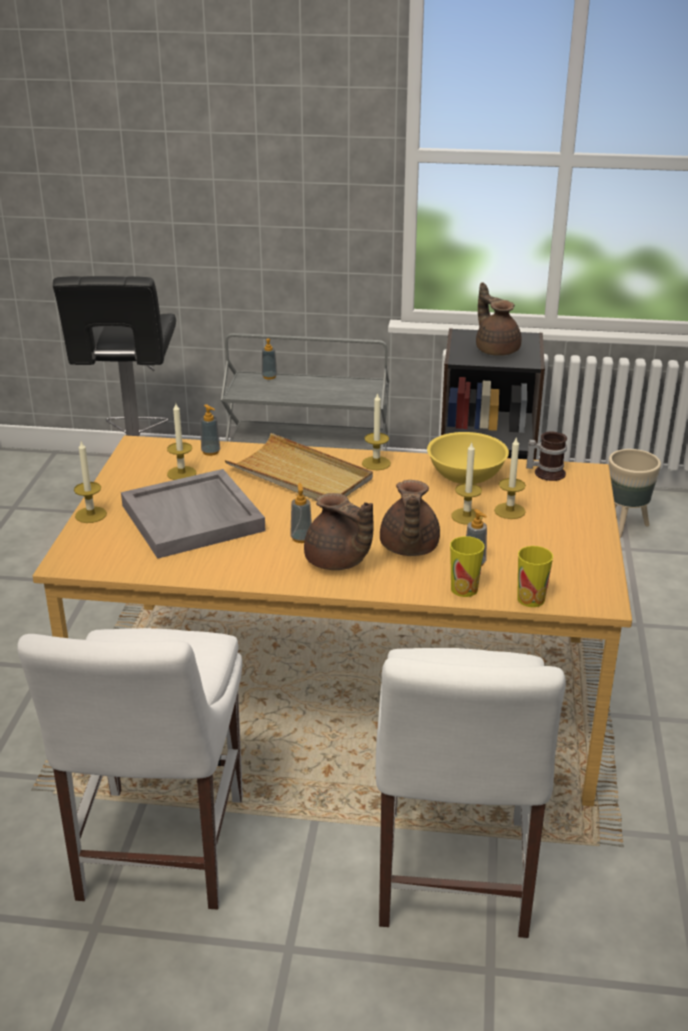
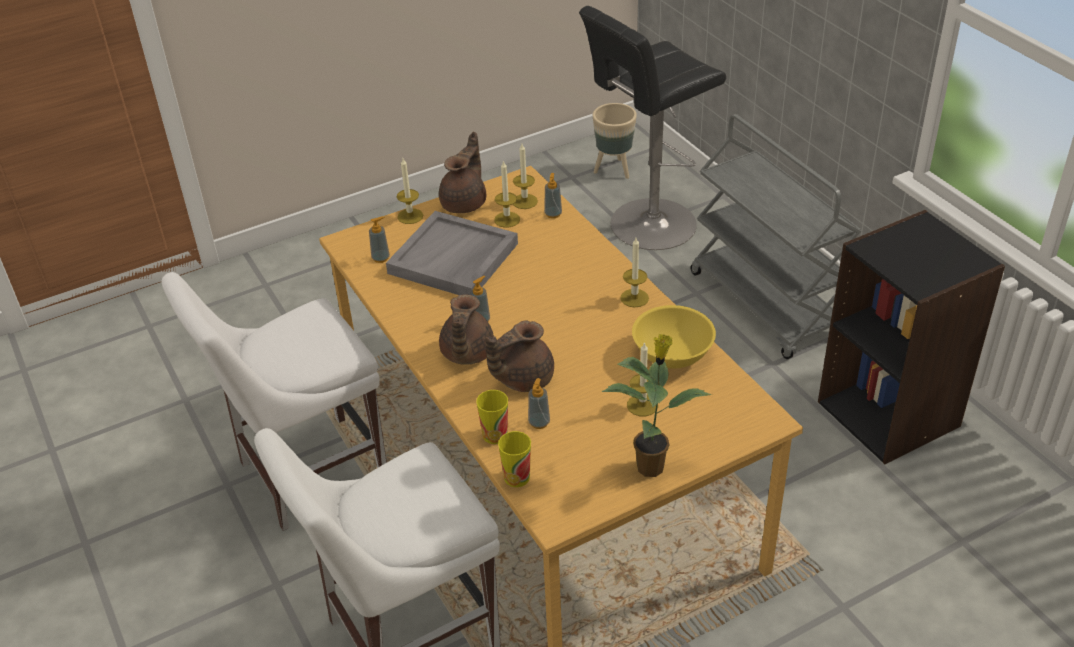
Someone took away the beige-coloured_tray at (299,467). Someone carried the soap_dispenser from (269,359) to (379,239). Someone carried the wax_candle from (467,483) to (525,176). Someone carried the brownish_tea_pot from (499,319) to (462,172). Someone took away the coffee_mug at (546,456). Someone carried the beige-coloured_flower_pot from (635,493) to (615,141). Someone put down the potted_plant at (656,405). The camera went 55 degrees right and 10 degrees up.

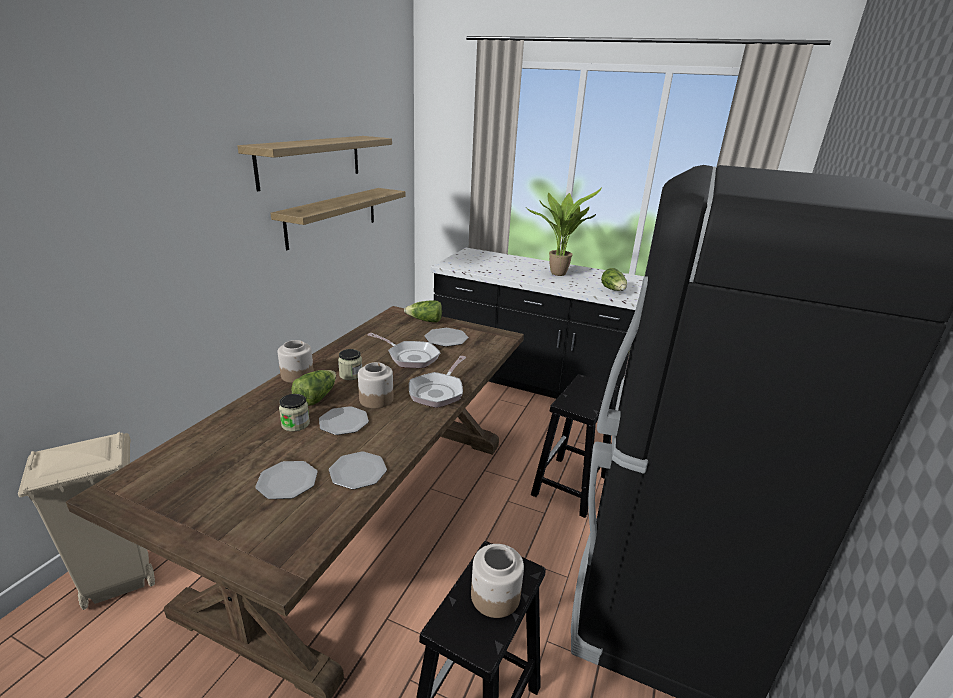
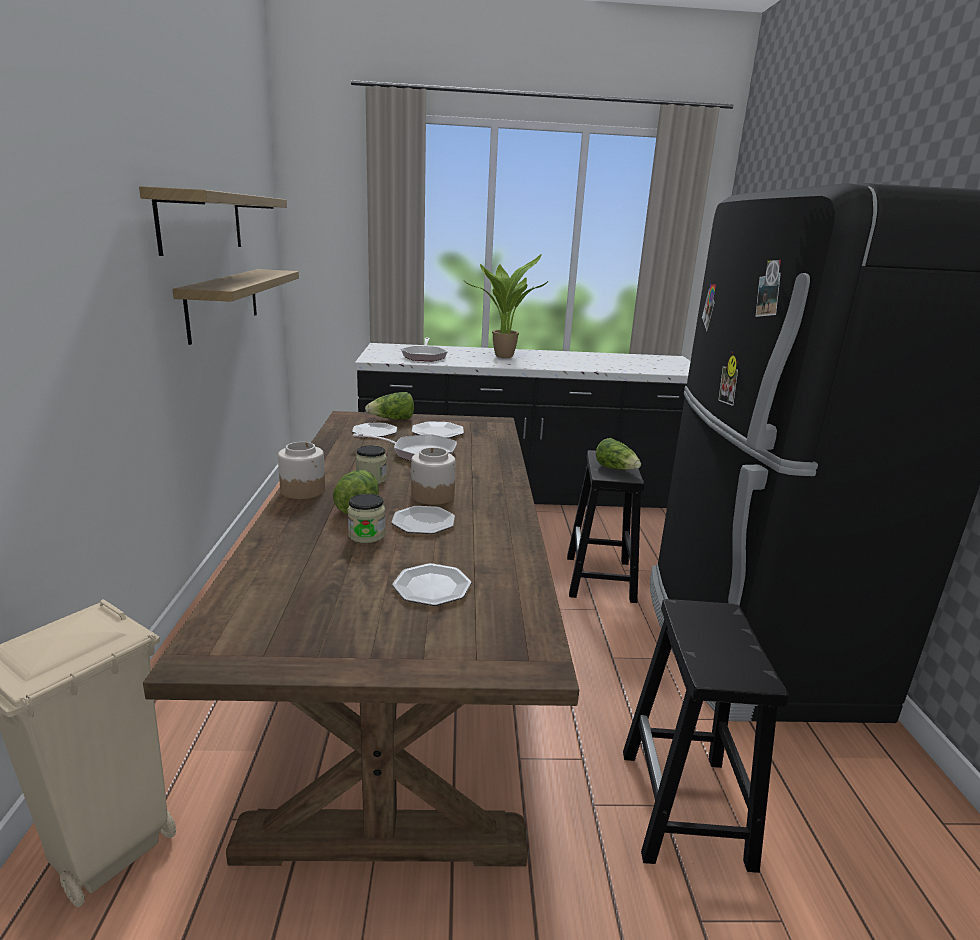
Someone carried the dinner_plate from (358,470) to (374,430). Someone carried the pan from (437,382) to (424,349). Someone took away the preserve_jar at (497,581). Someone carried the head_of_lettuce from (614,279) to (618,454). The camera went 25 degrees left and 5 degrees down.

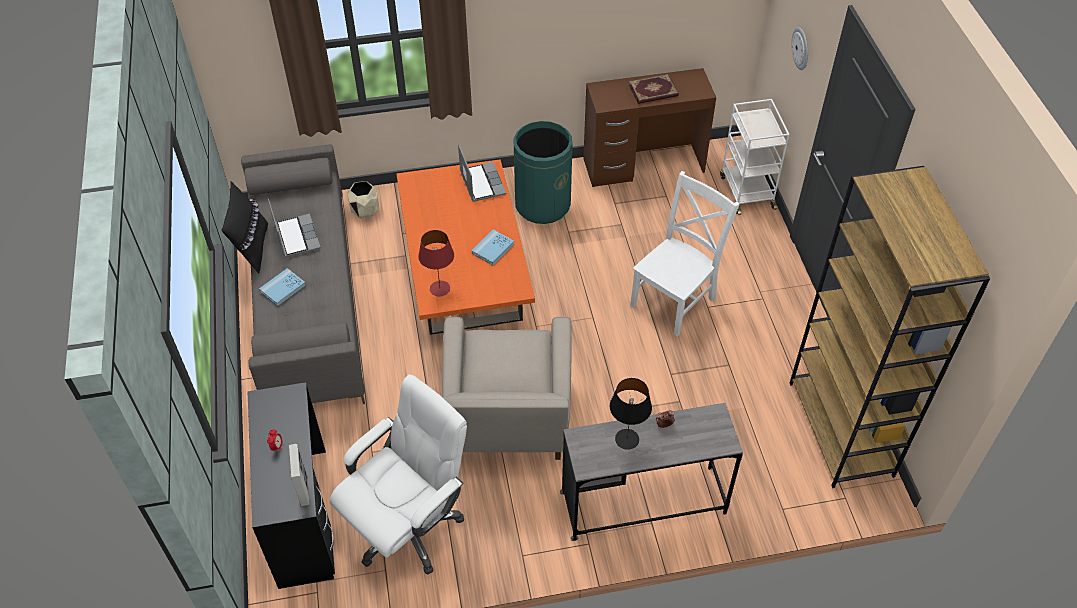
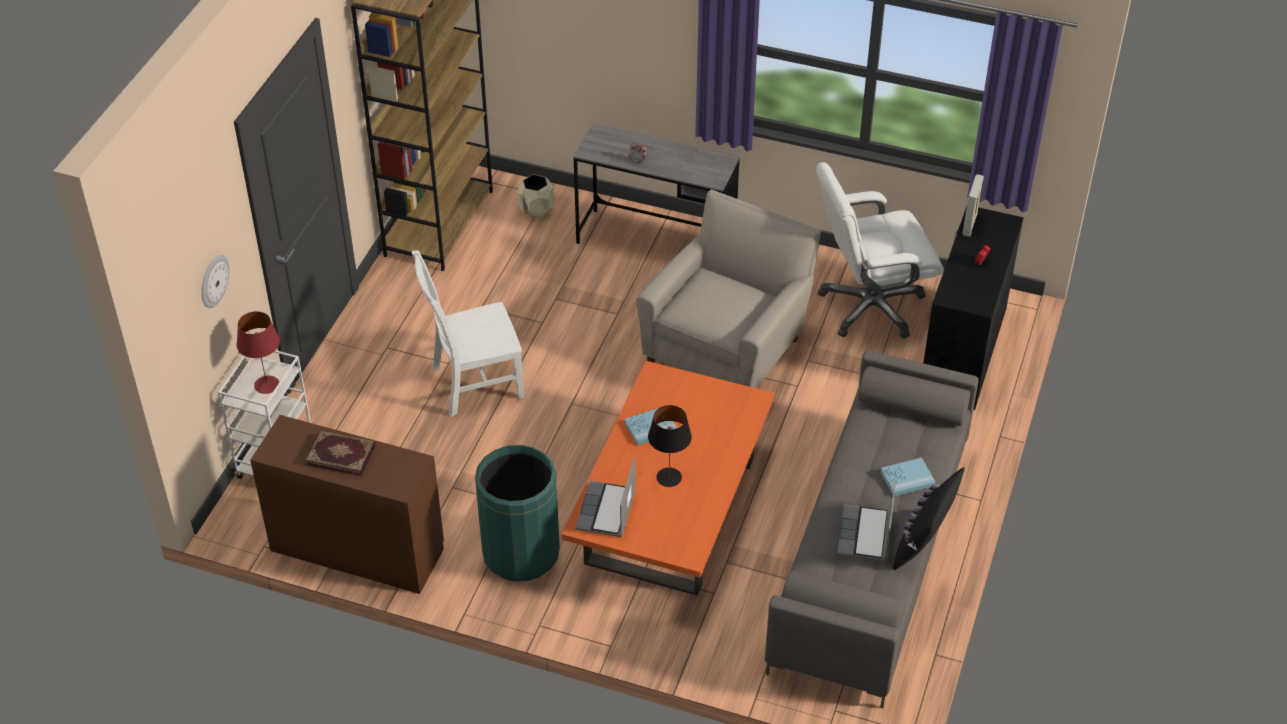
Someone carried the beige-coloured_flower_pot from (363,199) to (536,196). Someone carried the reddish_table_lamp from (436,263) to (258,352). Someone carried the blackish_table_lamp from (631,414) to (670,446). The camera went 150 degrees left and 5 degrees down.

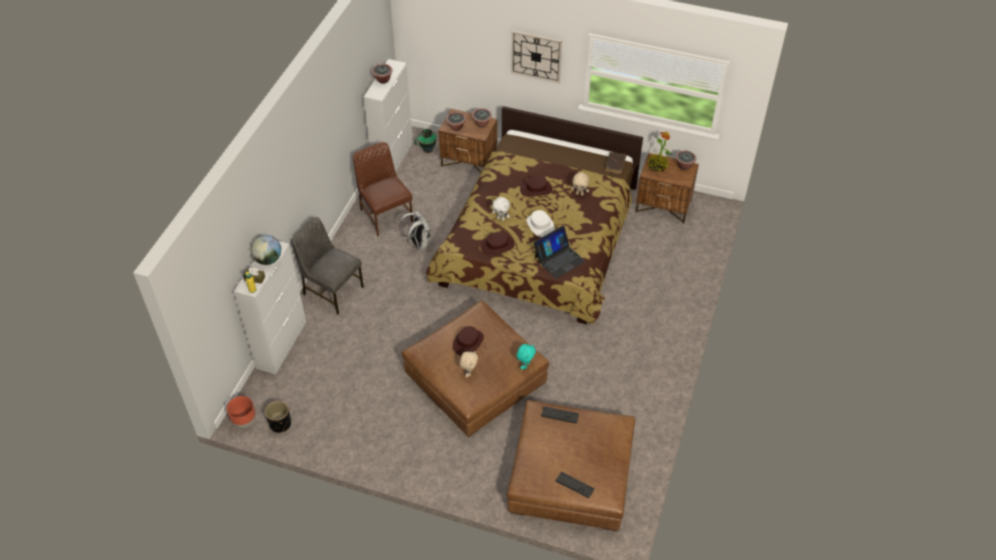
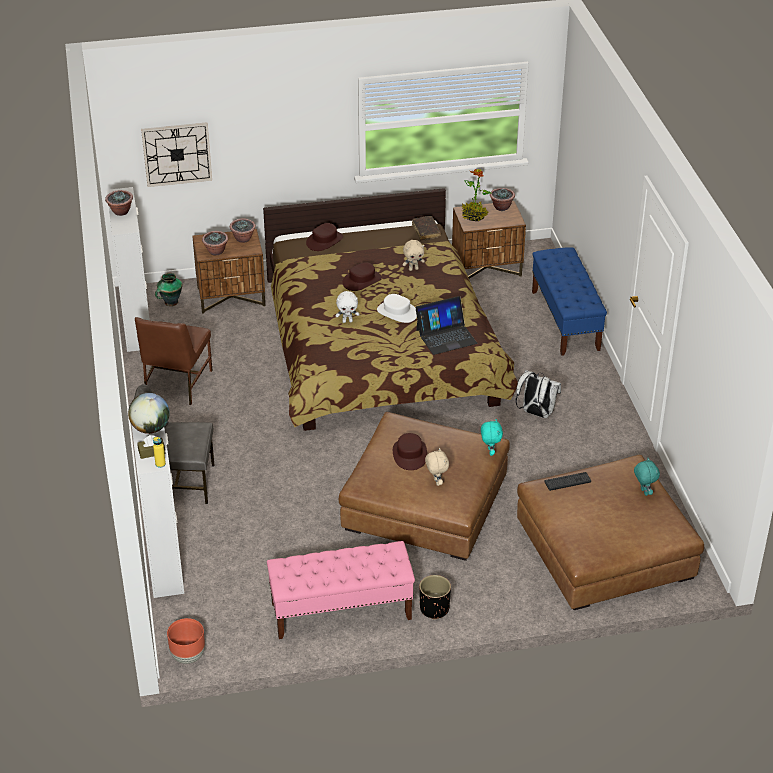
Someone carried the blackish_flower_pot from (278,417) to (435,597). Someone rotated the brownish_upright_chair at (383,189) by 105 degrees counterclockwise. Someone carried the white-coloured_rucksack from (415,230) to (538,394). Someone carried the brownish_wearable_hat from (497,243) to (324,237). Someone carried the clock_on_the_wall from (536,56) to (176,154). Someone rotated the notebook_computer at (559,252) by 45 degrees clockwise. Someone took away the PC_keyboard at (575,485). Someone put down the pink_bench at (341,590). Someone put down the blue_bench at (569,301). Someone put down the blue-green_cuddly_toy at (647,477). The camera went 30 degrees left and 10 degrees down.

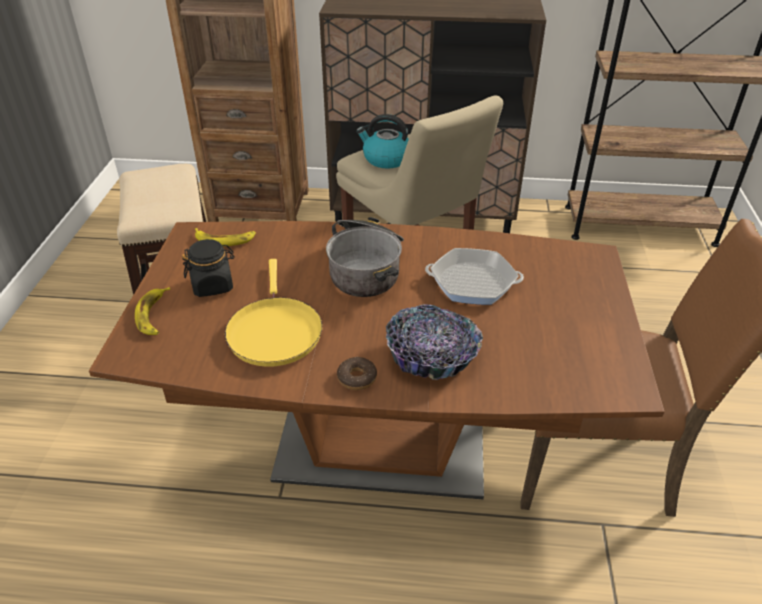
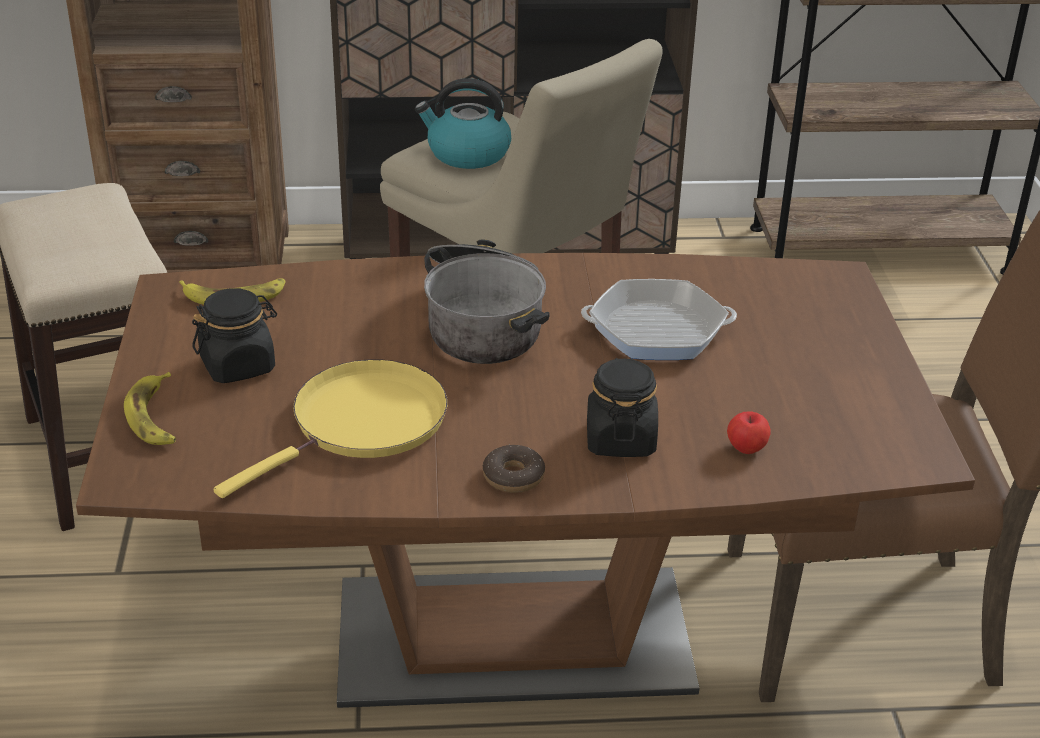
Someone rotated the yellow-coloured_pan at (273,313) by 120 degrees counterclockwise. Someone swapped the deep_dish at (434,342) for the blackish_preserve_jar at (622,407). Someone put down the apple_fruit at (749,433). The camera went 10 degrees left and 5 degrees down.

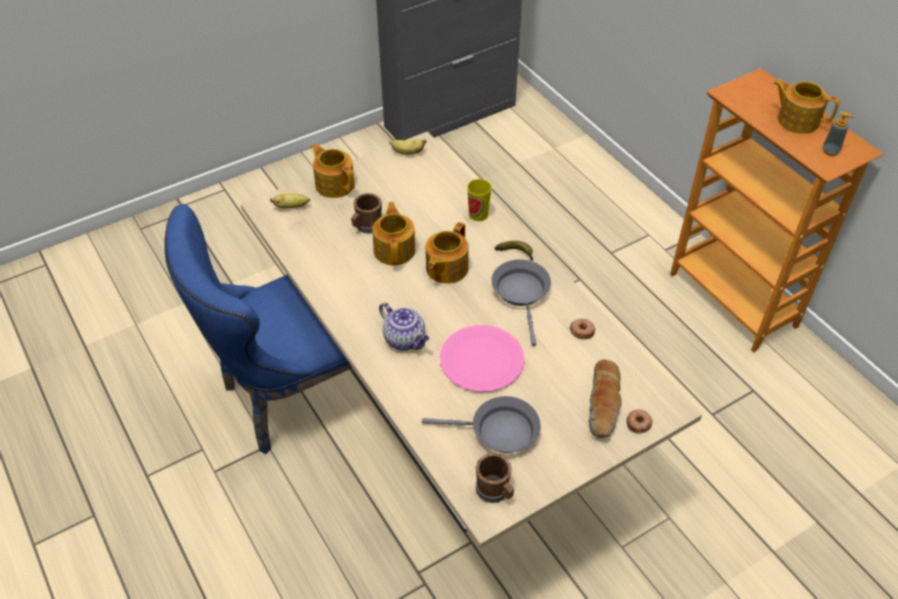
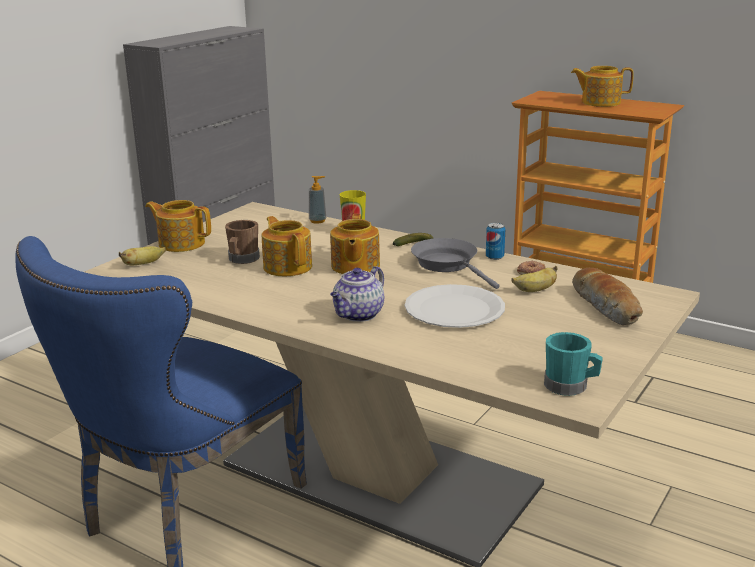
Someone rotated the tea_pot at (404,326) by 105 degrees clockwise. Someone carried the banana from (407,146) to (534,279). Someone took away the grey_pan at (481,424). Someone repainted the pink_dinner_plate at (482,358), which became the white-coloured_dinner_plate at (455,306). Someone repainted the brownish_coffee_mug at (495,478), which became the blue-green_coffee_mug at (573,364). Someone took away the ring_doughnut at (639,421). Someone carried the soap_dispenser from (838,134) to (317,200). Someone put down the can at (495,241). The camera went 25 degrees left and 25 degrees down.

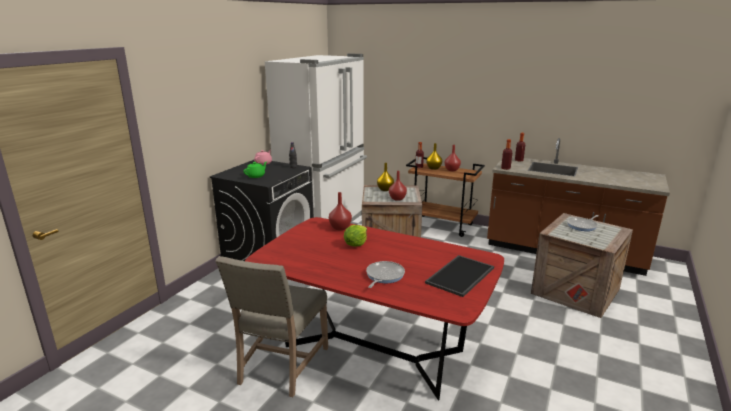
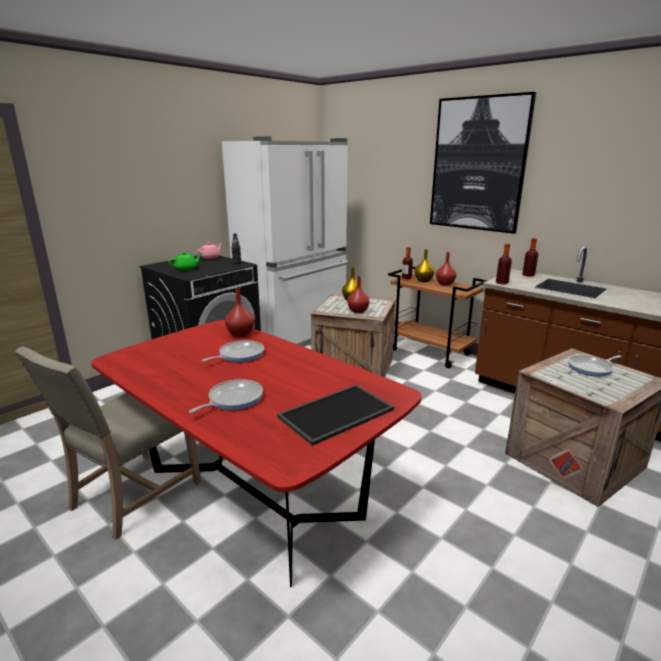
Someone swapped the head_of_lettuce at (355,236) for the pan at (233,351). Someone put up the picture at (483,163). The camera went 15 degrees right and 0 degrees up.

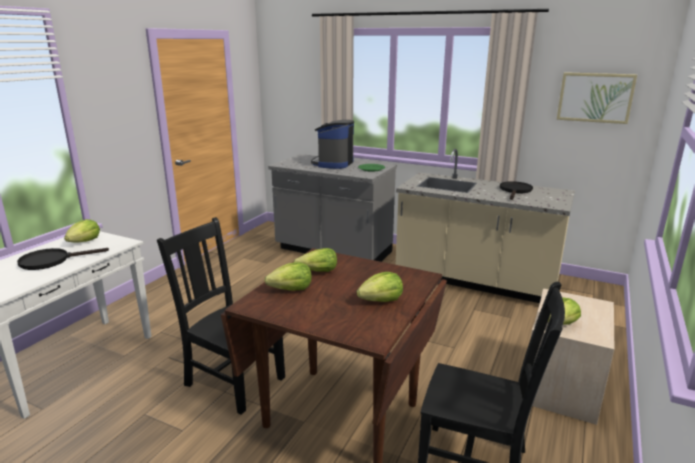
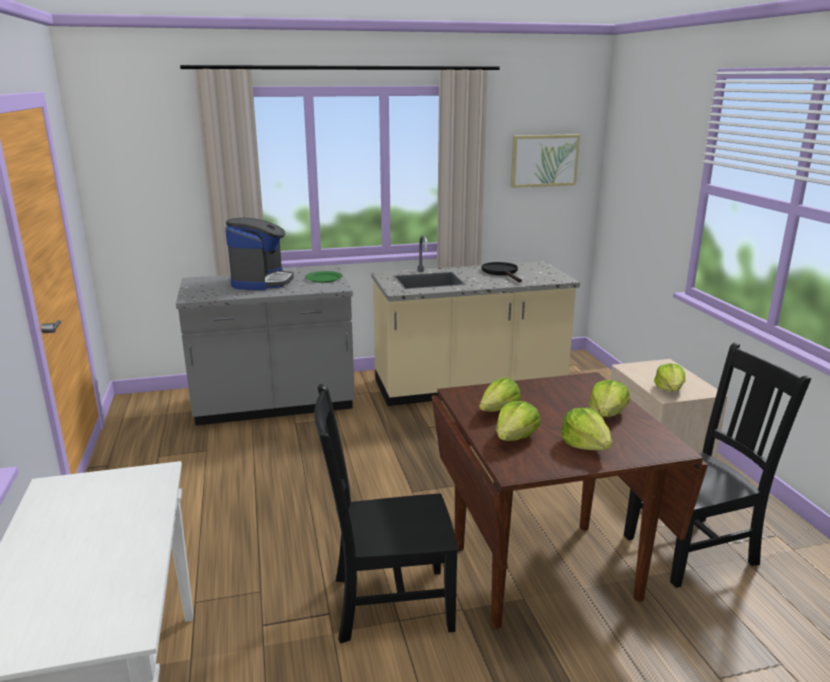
Someone took away the blackish_pan at (63,259). Someone carried the head_of_lettuce from (82,231) to (586,429). Someone rotated the coffee_brewer at (332,144) by 150 degrees counterclockwise. The camera went 40 degrees left and 0 degrees up.

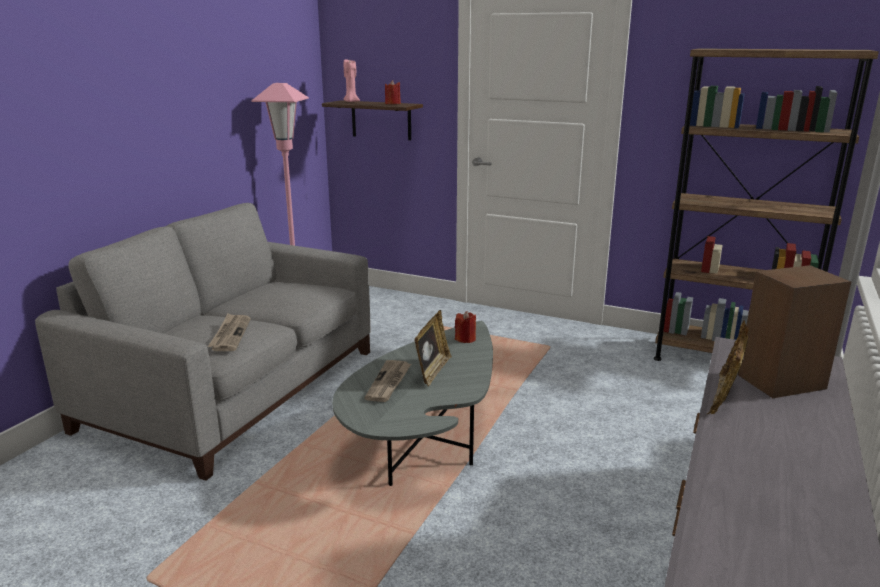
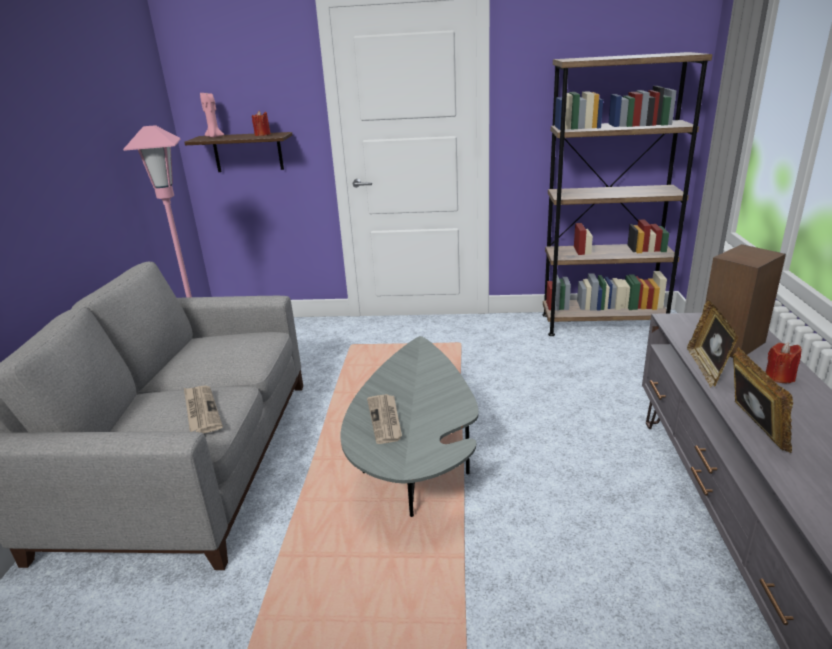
Someone carried the picture_frame from (433,348) to (763,399). Someone carried the reddish_wax_candle from (465,327) to (784,362). The camera went 20 degrees left and 5 degrees up.

